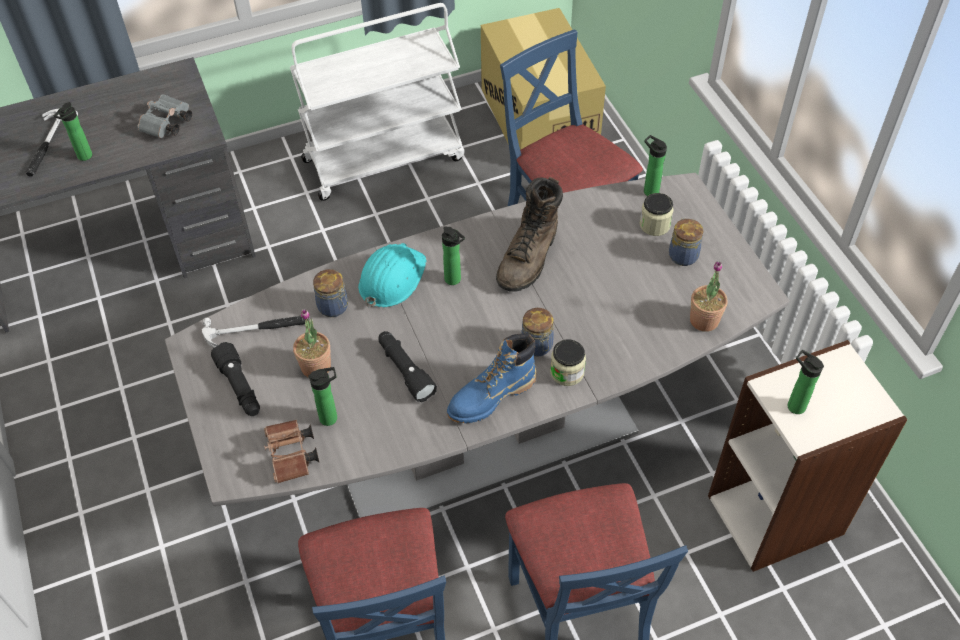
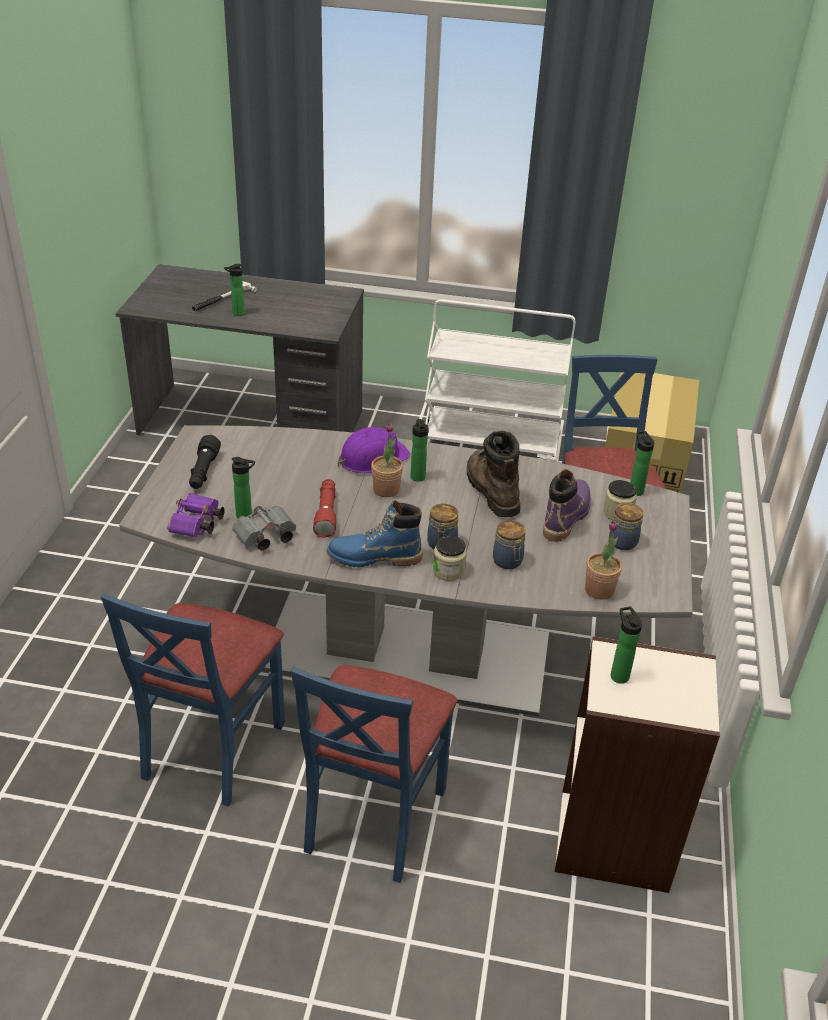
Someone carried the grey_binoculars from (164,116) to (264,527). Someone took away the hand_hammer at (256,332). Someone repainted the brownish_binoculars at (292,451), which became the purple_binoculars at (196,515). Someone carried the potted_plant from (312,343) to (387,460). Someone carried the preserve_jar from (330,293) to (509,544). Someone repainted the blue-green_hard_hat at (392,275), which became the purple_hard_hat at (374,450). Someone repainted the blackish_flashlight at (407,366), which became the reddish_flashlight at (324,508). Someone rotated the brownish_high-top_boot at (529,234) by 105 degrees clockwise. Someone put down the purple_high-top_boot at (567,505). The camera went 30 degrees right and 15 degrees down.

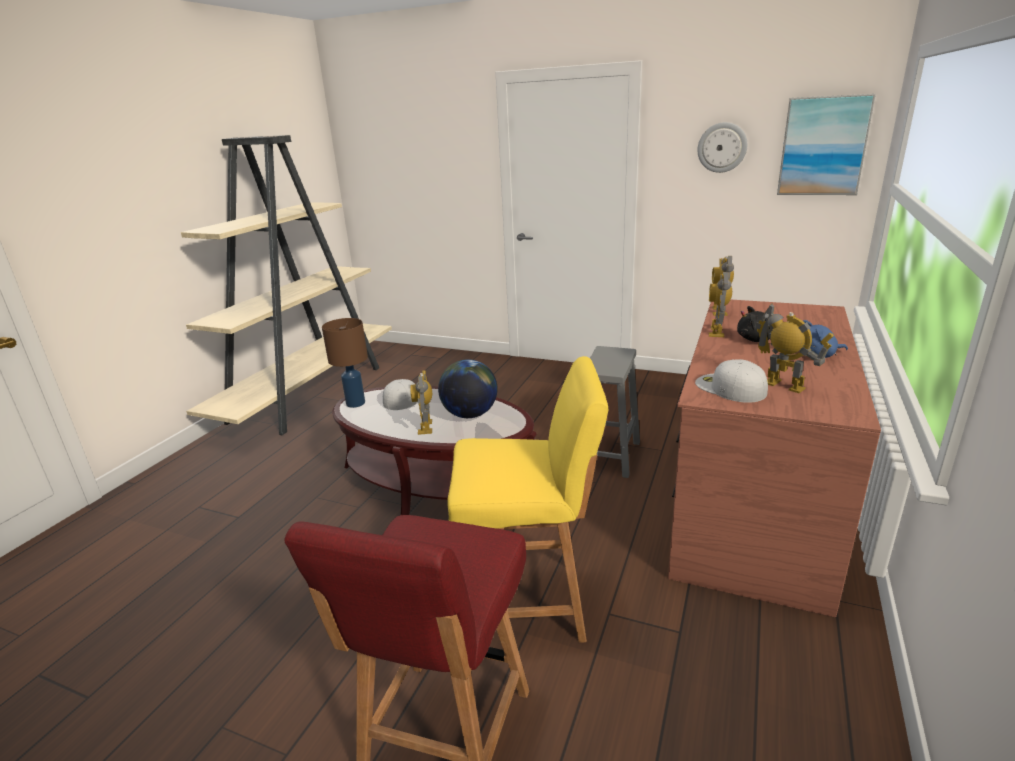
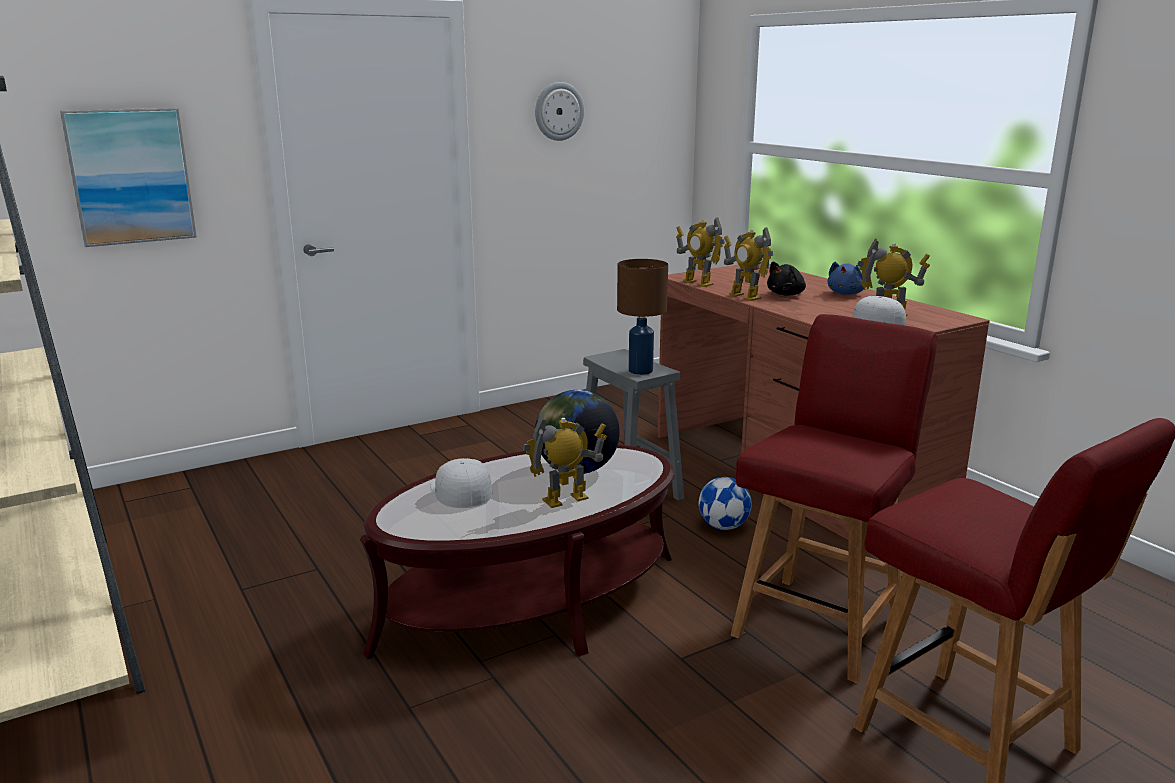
Someone carried the brownish_table_lamp from (345,363) to (642,317). Someone rotated the toy_robot at (421,402) by 120 degrees clockwise. Someone repainted the yellow-coloured_upright_chair at (527,499), which became the reddish_upright_chair at (834,498). Someone carried the picture from (826,144) to (128,177). Someone put down the football_ball at (725,503). The camera went 55 degrees left and 5 degrees down.

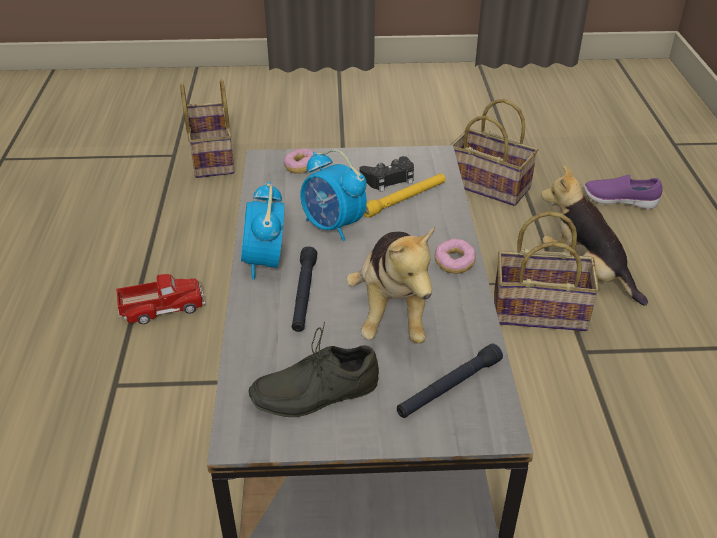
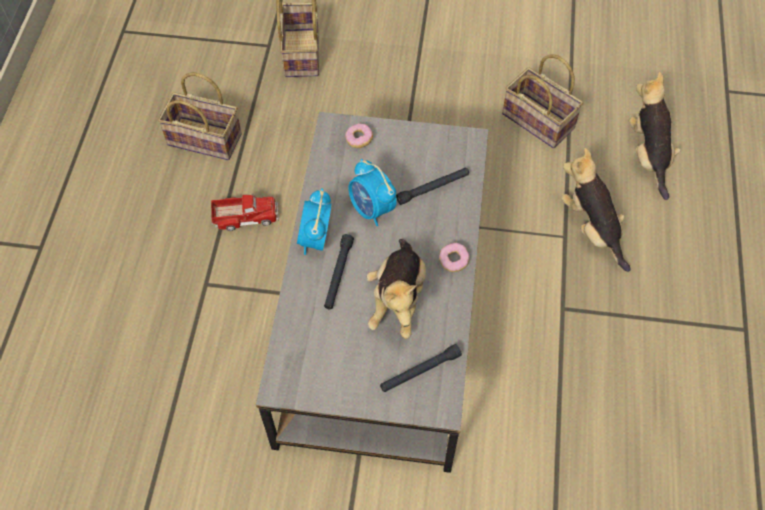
Someone took away the grey_item_of_footwear at (314,369). Someone took away the blackish_gamepad at (386,174). Someone repainted the yellow-coloured_flashlight at (404,195), which became the blackish_flashlight at (432,186). Someone carried the household_basket from (547,271) to (200,116). Someone swapped the purple_item_of_footwear at (623,191) for the cuddly_toy at (655,136). The camera went 10 degrees right and 20 degrees up.

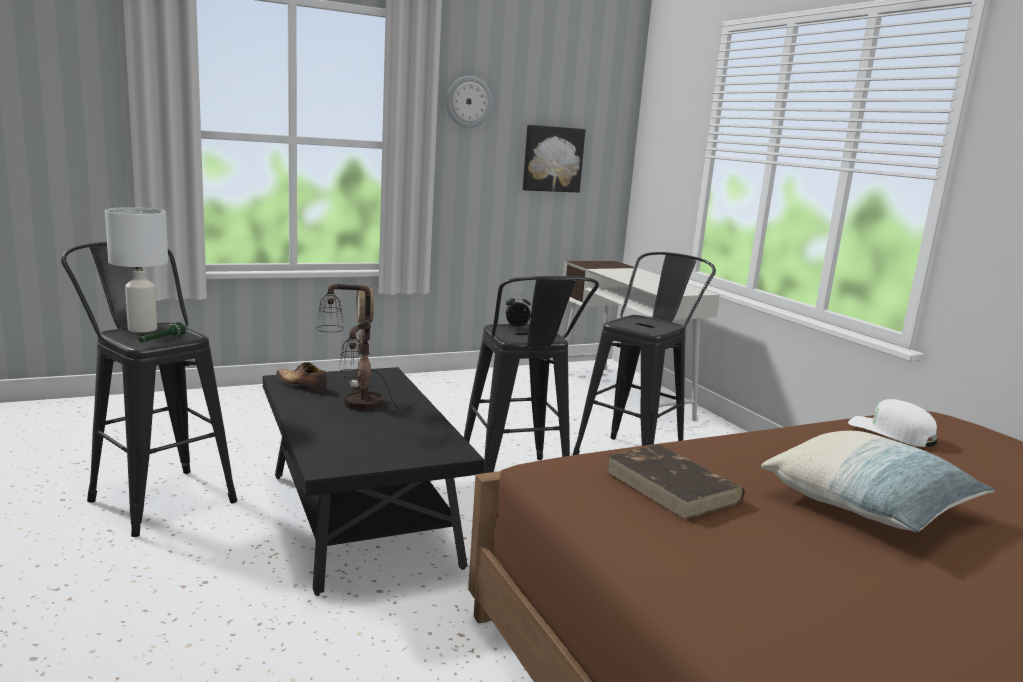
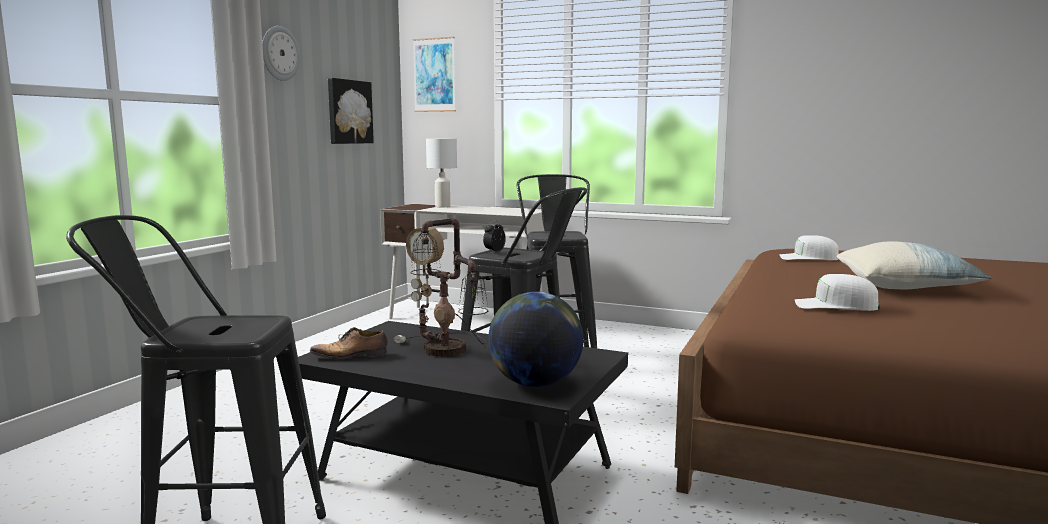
Someone carried the white-coloured_table_lamp from (136,270) to (441,173). Someone took away the green-coloured_flashlight at (162,332). Someone swapped the brownish_bound_book at (675,482) for the white-coloured_baseball_cap at (837,292). Someone put up the picture at (434,74). Someone put down the desk_globe at (536,339). The camera went 40 degrees left and 5 degrees down.

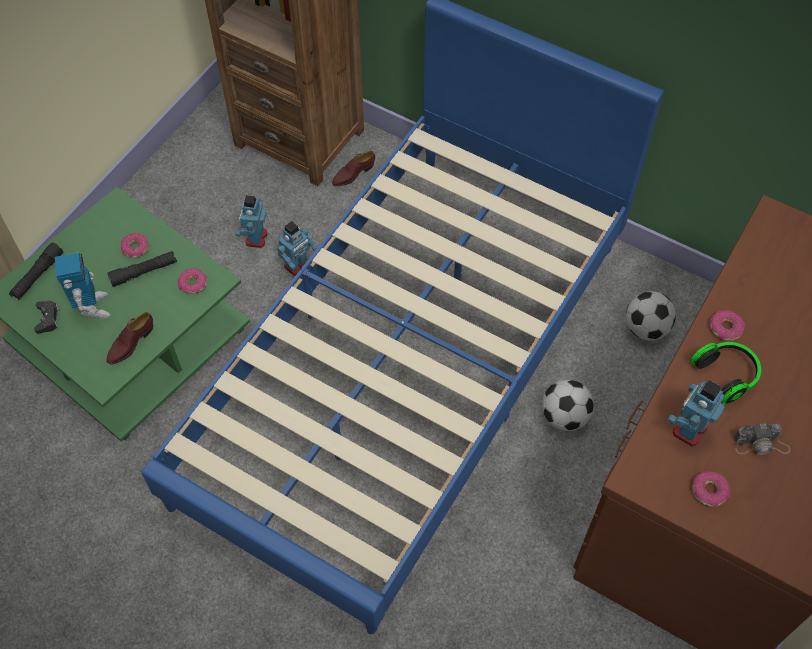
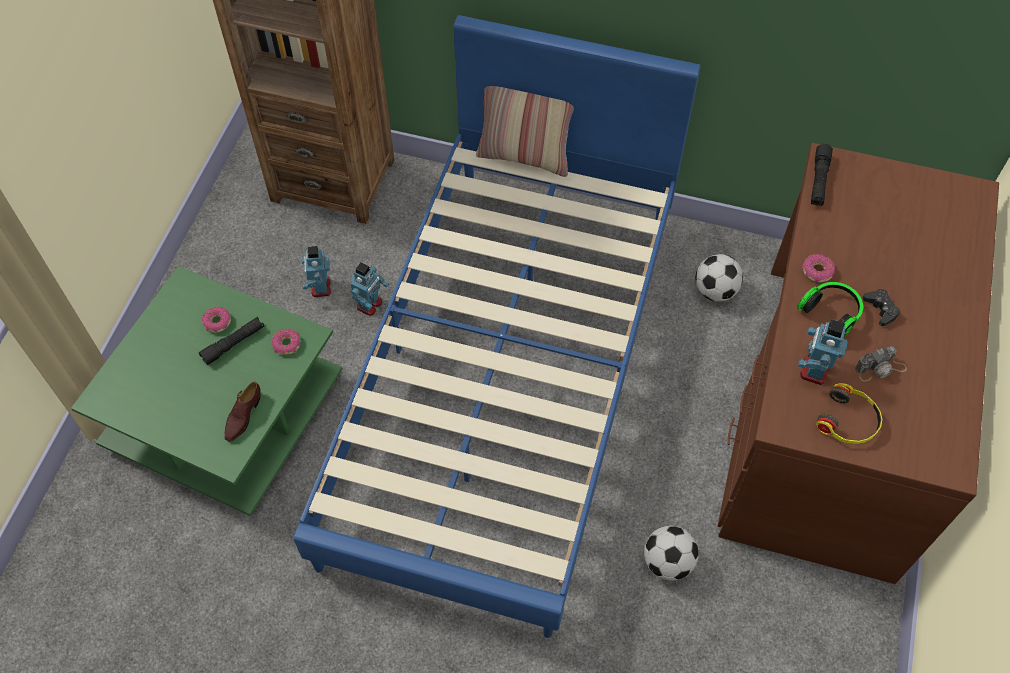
Someone carried the blackish_flashlight from (36,271) to (822,175). Someone carried the blackish_gamepad from (46,317) to (881,307). Someone took away the toy_robot at (83,285). Someone took away the brownish_item_of_footwear at (353,168). Someone carried the football_ball from (568,405) to (671,553). Someone swapped the ring_doughnut at (711,489) for the pair_of_headphones at (849,413). Someone put down the throw_pillow at (525,131). The camera went 15 degrees left and 0 degrees up.

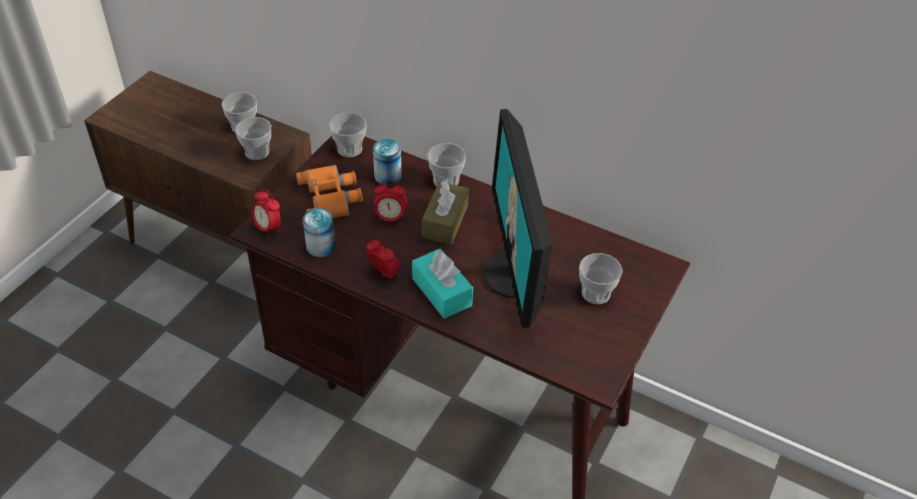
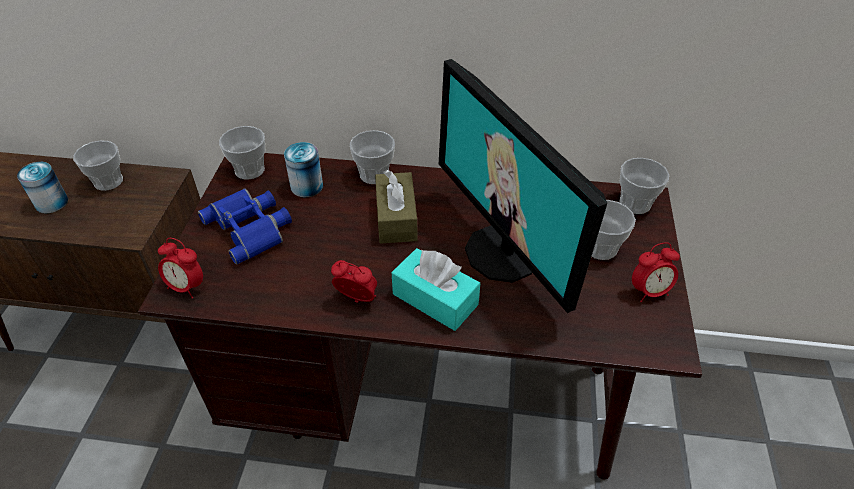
Someone carried the small_cup from (253,138) to (644,186). Someone repainted the orange-coloured_binoculars at (329,191), which became the blue_binoculars at (245,226). Someone carried the can from (319,232) to (42,187). Someone carried the table_clock from (390,202) to (656,272). The camera went 20 degrees left and 0 degrees up.

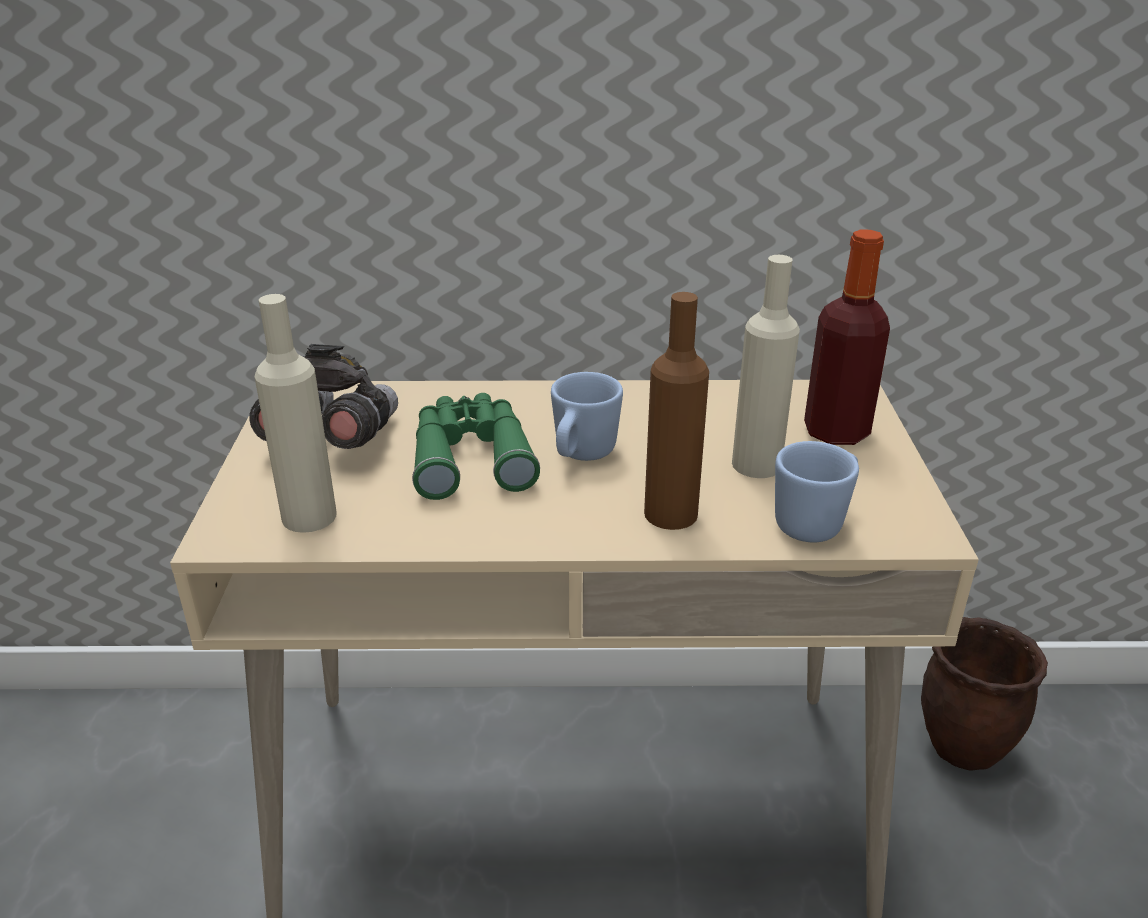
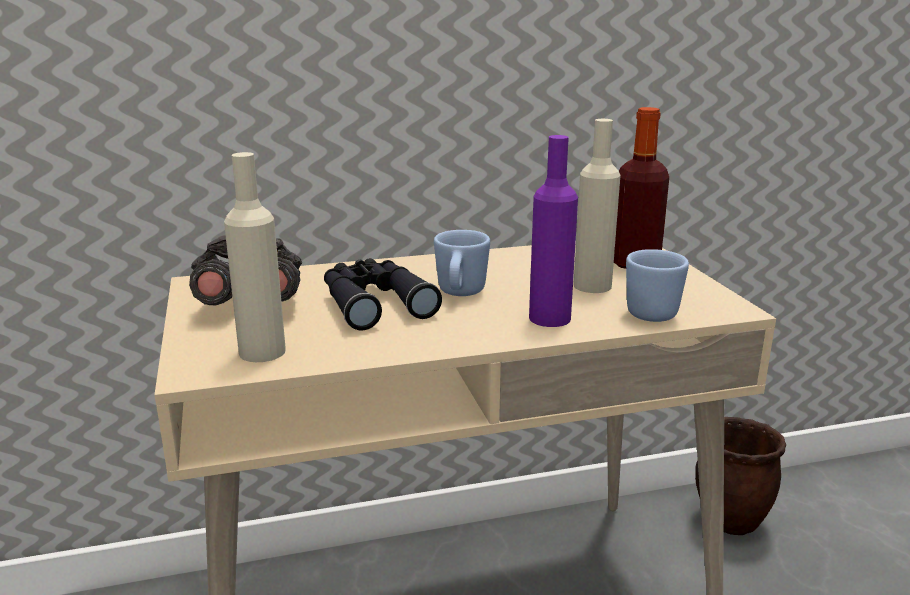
Someone repainted the green-coloured_binoculars at (476,446), which became the blackish_binoculars at (383,294). Someone repainted the brownish_drink_bottle at (676,411), which became the purple_drink_bottle at (553,231). The camera went 15 degrees left and 10 degrees down.

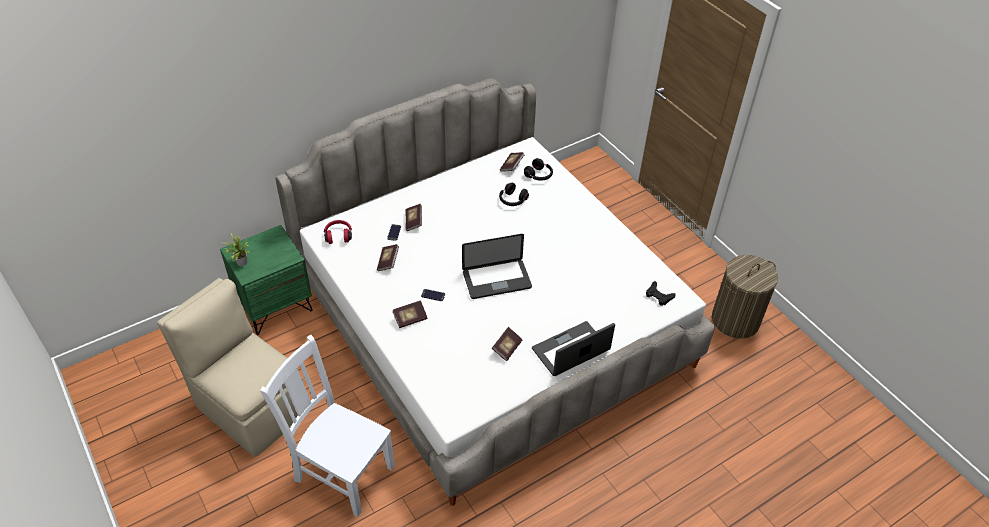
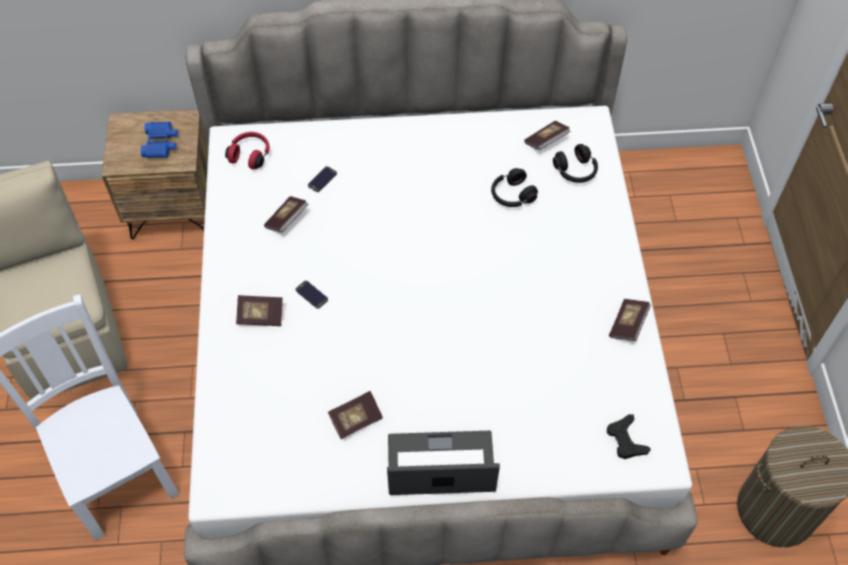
Someone repainted the green-coloured_night_table at (266,280), which became the brownish_night_table at (154,174). Someone took away the potted_plant at (237,249). Someone carried the bound_book from (414,217) to (630,320). Someone took away the notebook_computer at (497,266). Someone put down the blue_binoculars at (159,140). The camera went 30 degrees right and 10 degrees up.

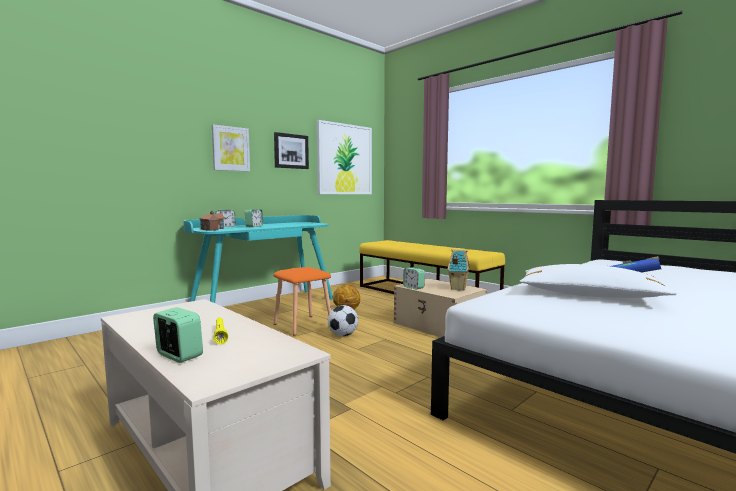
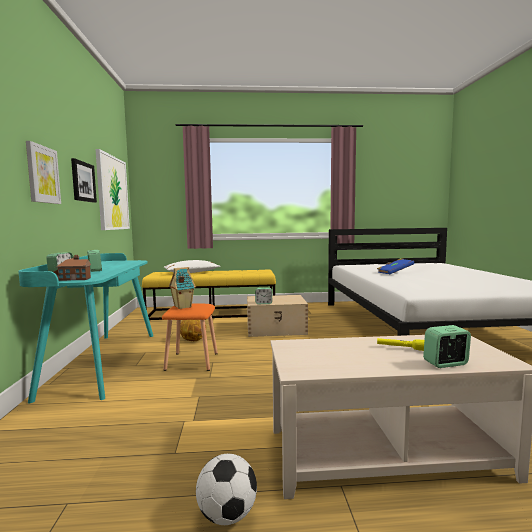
Someone carried the football_ball from (343,320) to (226,489). Someone carried the toy_house from (458,270) to (182,288). Someone carried the white-coloured_throw_pillow from (598,281) to (192,266). The camera went 50 degrees left and 0 degrees up.

